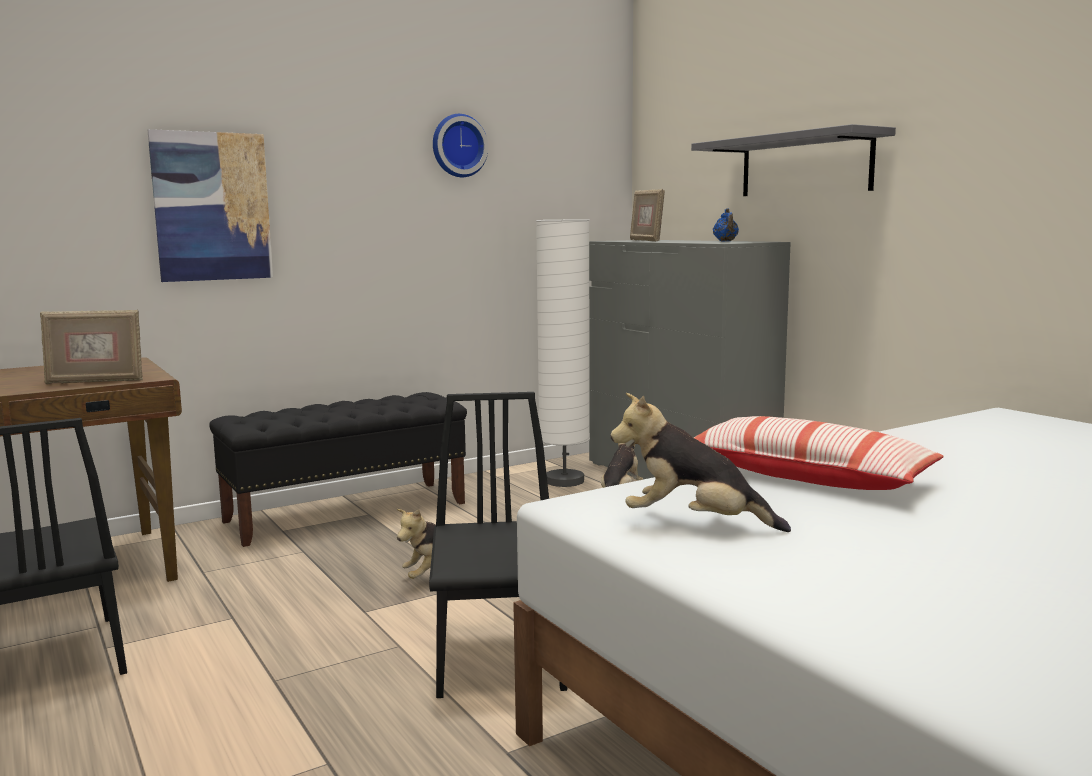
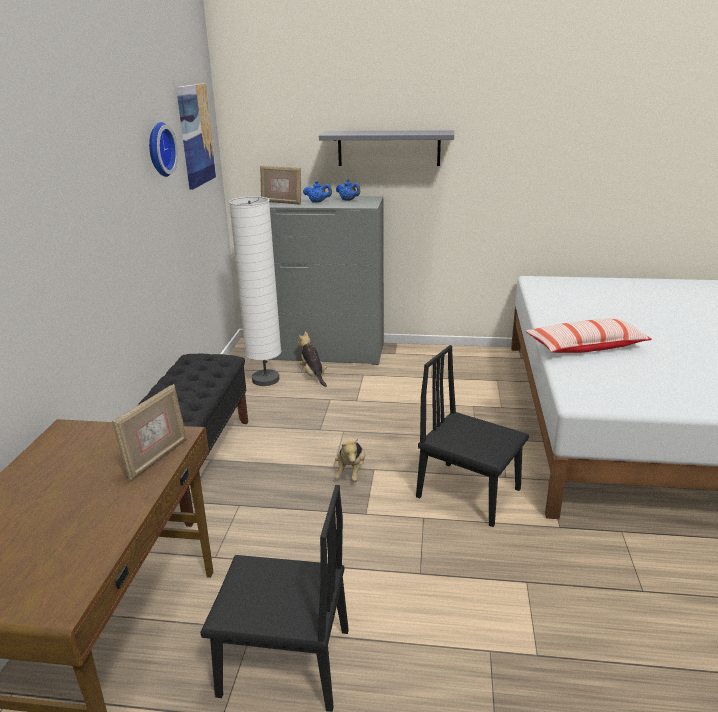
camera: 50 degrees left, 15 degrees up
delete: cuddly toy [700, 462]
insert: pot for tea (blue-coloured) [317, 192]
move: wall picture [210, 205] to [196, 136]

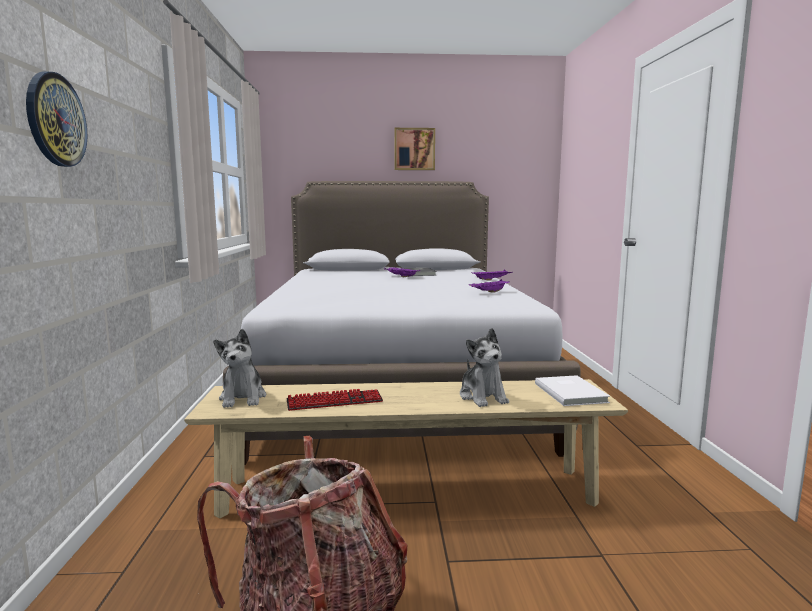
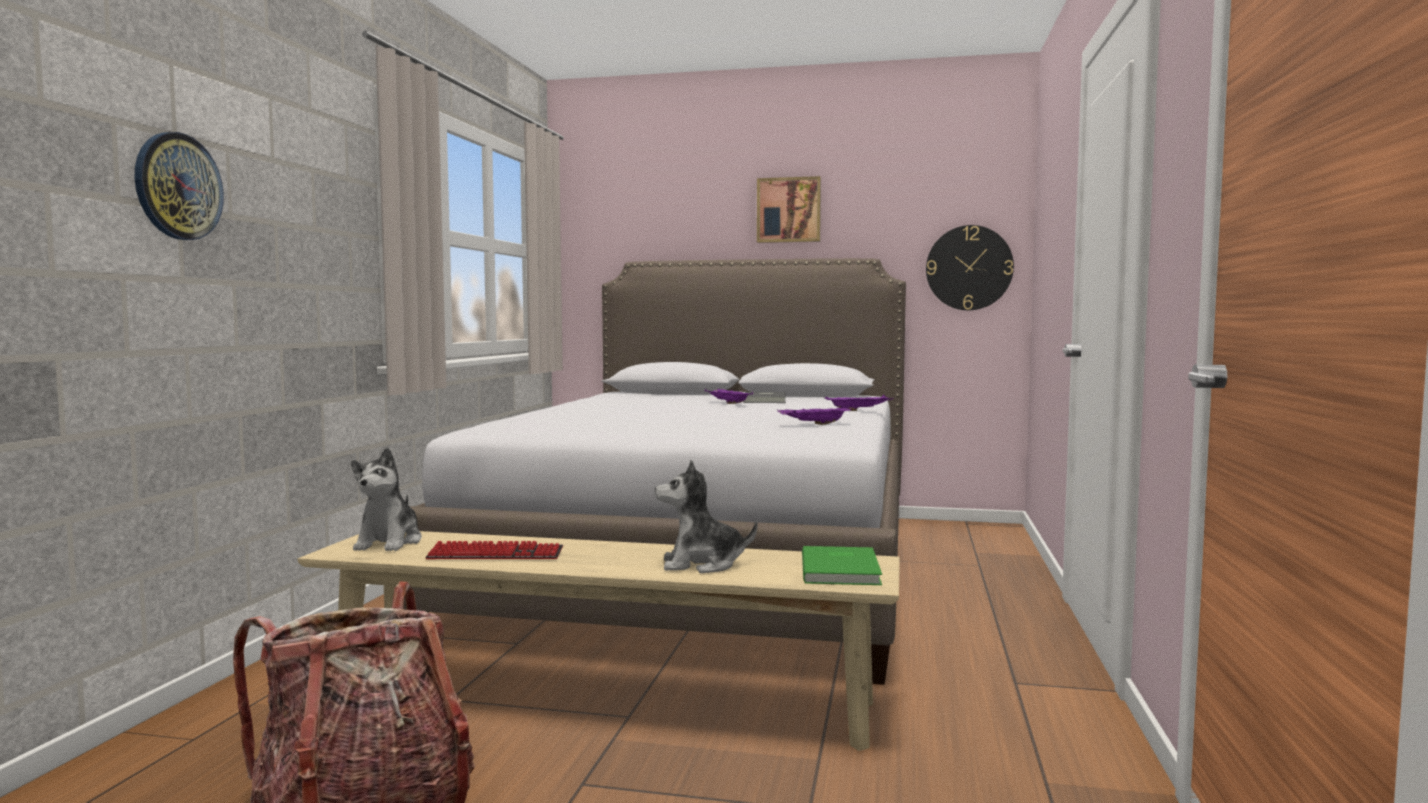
camera: 15 degrees right, 5 degrees down
insert: hanging clock [970, 267]
recolor: book (whitish) [572, 390] to book (green-coloured) [842, 565]
rotate: cuddly toy [484, 367] = [706, 516] 90 degrees clockwise

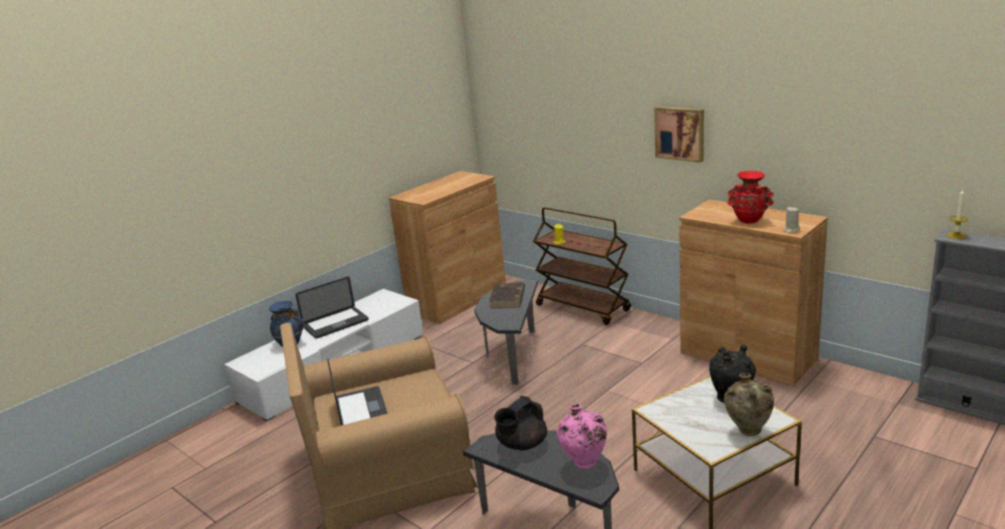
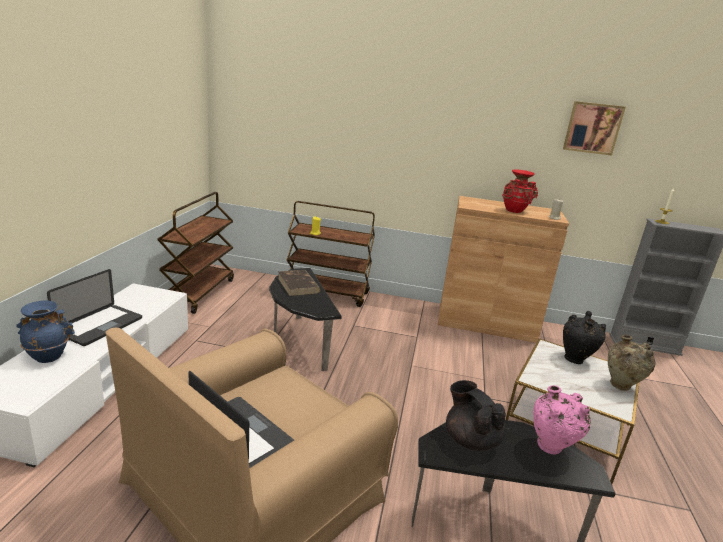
camera: 35 degrees left, 0 degrees up
move: wall picture [679, 134] to [594, 128]
replace: cupboard (brown) [447, 247] to trolley (brown) [195, 253]
rotate: pot for tea (black) [520, 423] = [476, 415] 135 degrees clockwise

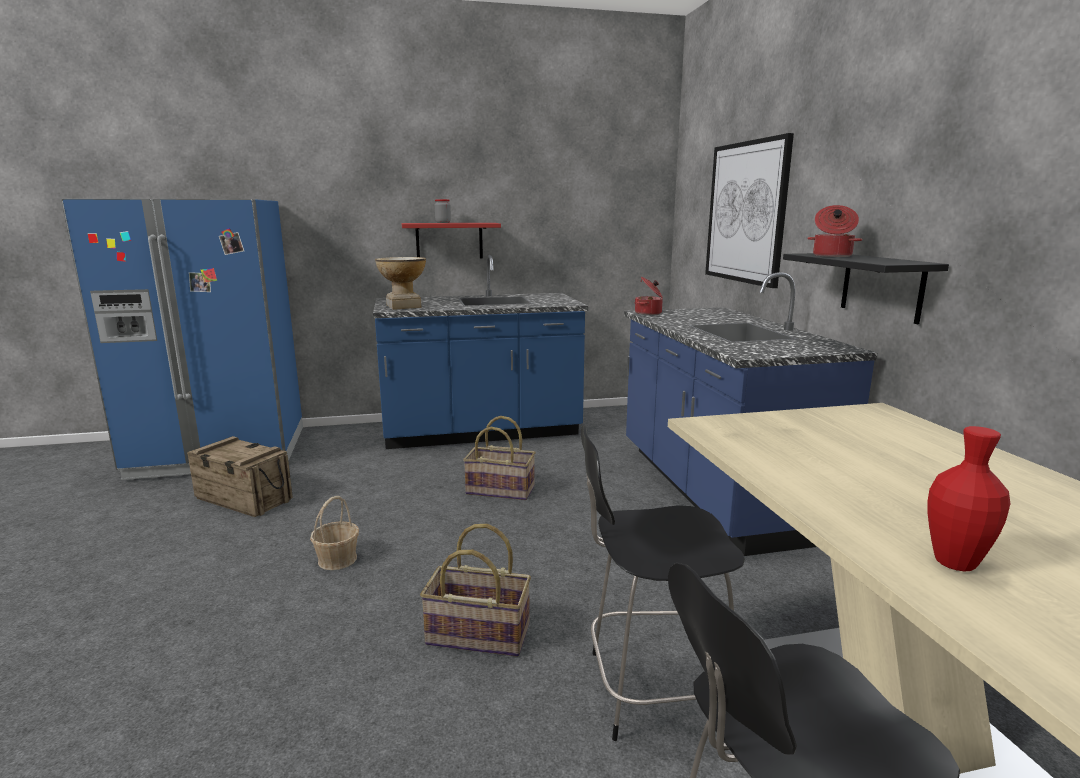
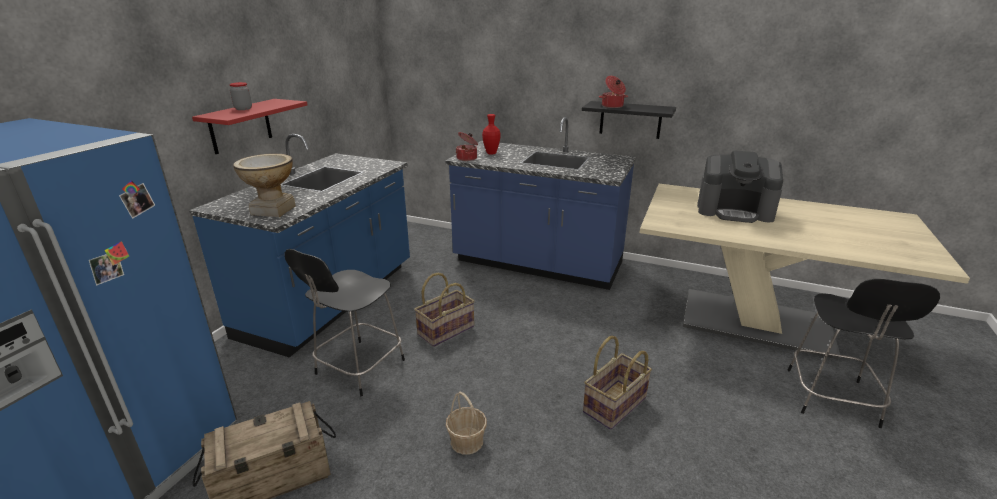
camera: 55 degrees left, 10 degrees up
delete: wall picture [749, 210]
insert: coffee machine [740, 187]
move: upright chair (black) [663, 583] to [344, 322]; decorative vase (reddish) [969, 498] to [491, 134]

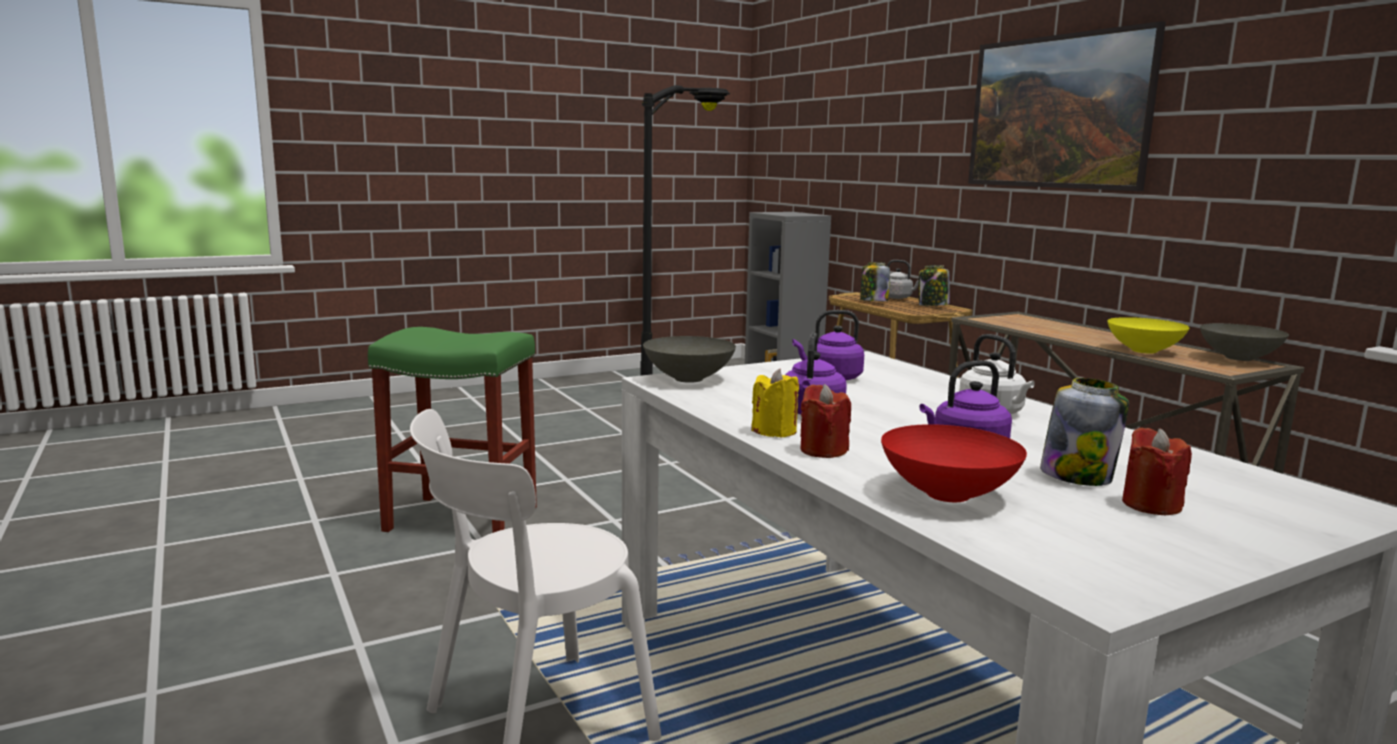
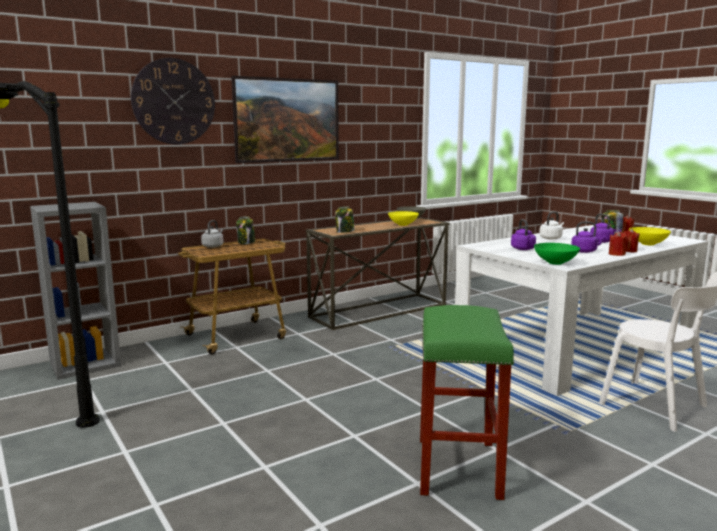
camera: 95 degrees left, 0 degrees up
insert: hanging clock [173, 101]
move: storage jar [875, 281] to [345, 219]
recolor: deep dish (grey) [689, 359] to deep dish (green-coloured) [557, 254]; candle (yellowish) [775, 403] to candle (reddish) [618, 243]; deep dish (reddish) [954, 463] to deep dish (yellowish) [650, 236]

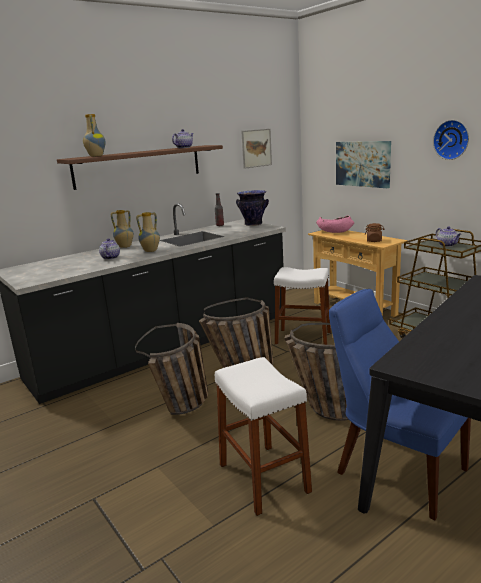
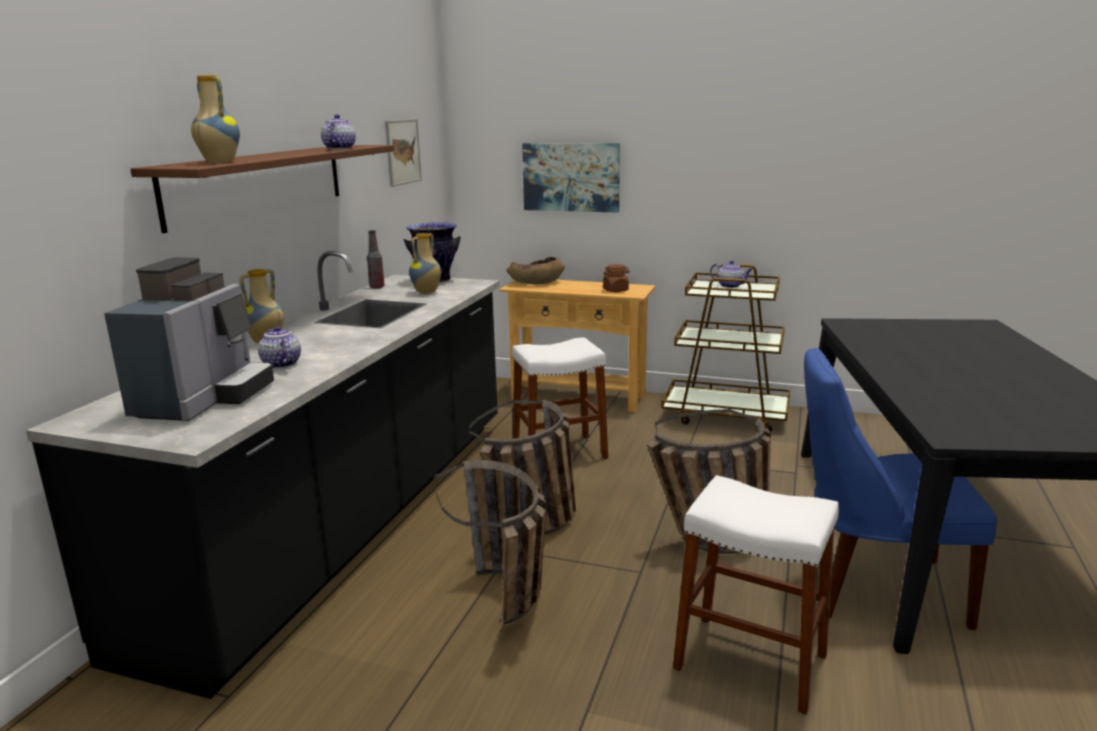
camera: 35 degrees left, 0 degrees up
delete: hanging clock [451, 140]
insert: coffee machine [189, 339]
move: decorative vase [148, 232] to [425, 263]
recolor: deep dish (pink) [335, 224] to deep dish (brown) [535, 271]

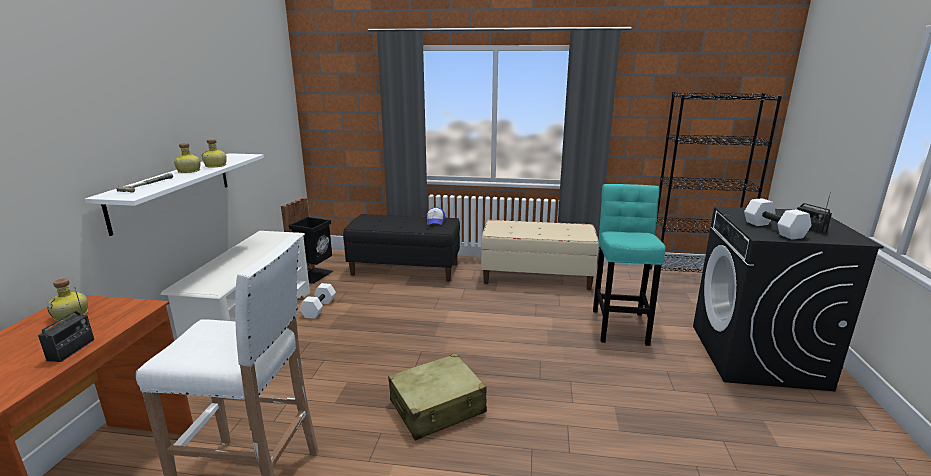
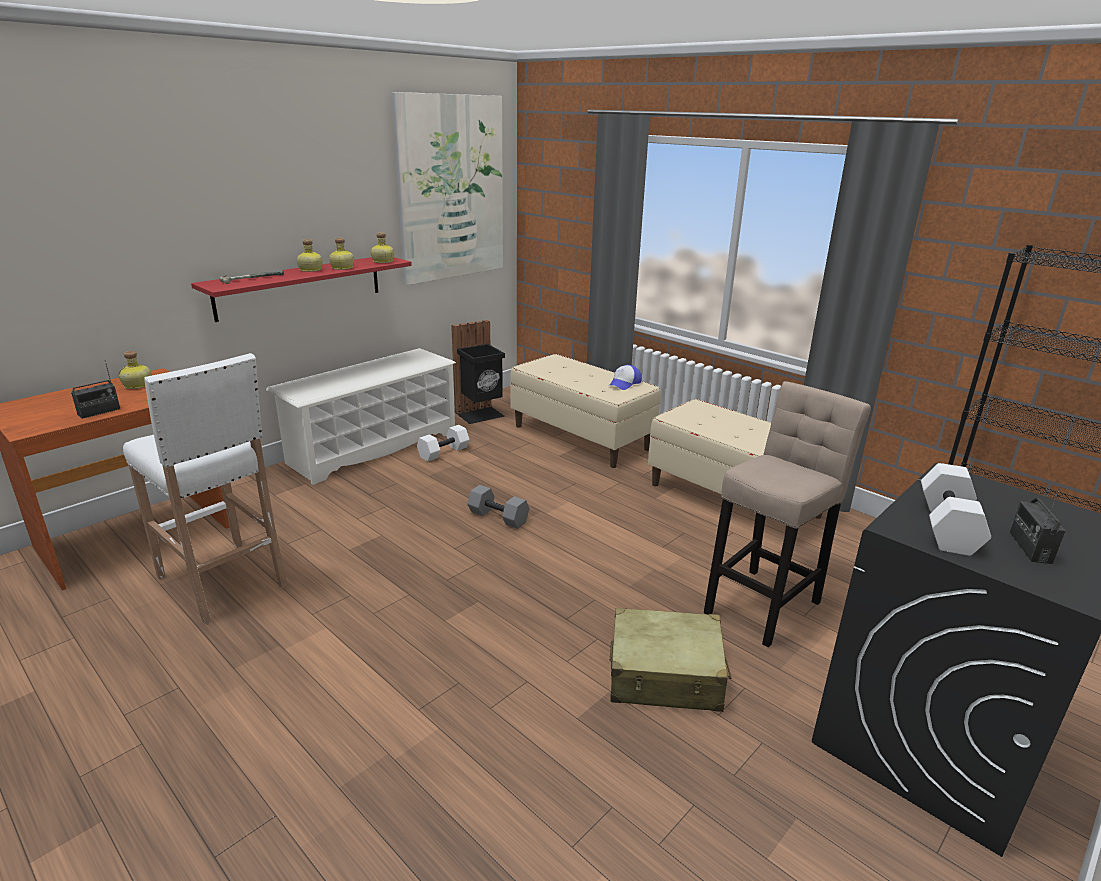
camera: 35 degrees right, 5 degrees up
insert: beverage bottle [382, 248]; wall picture [447, 188]; dumbbell (grey) [498, 507]
move: travel case (sand-coloured) [437, 397] to [671, 660]
recolor: bracket shelf (whitish) [174, 194] to bracket shelf (reddish) [301, 289]; long seat (black) [401, 248] to long seat (sand-coloured) [585, 411]; stool (blue-green) [629, 265] to stool (sand-coloured) [787, 514]

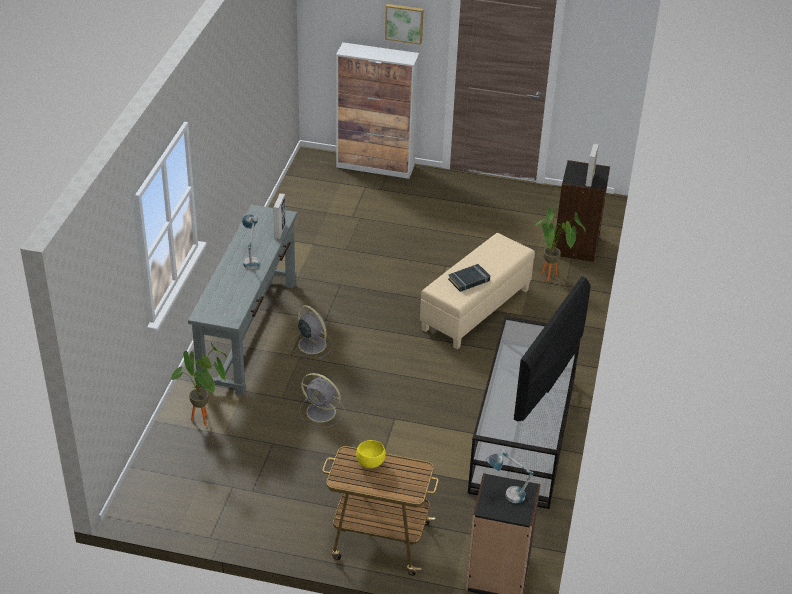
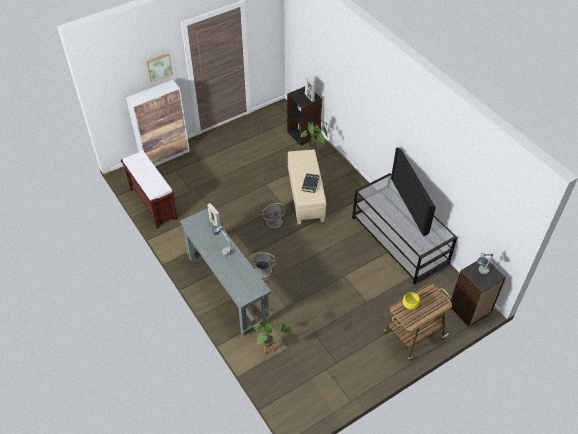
camera: 45 degrees left, 10 degrees up
insert: long seat (brown) [149, 190]
move: cooling fan (grey) [321, 400] to [274, 217]

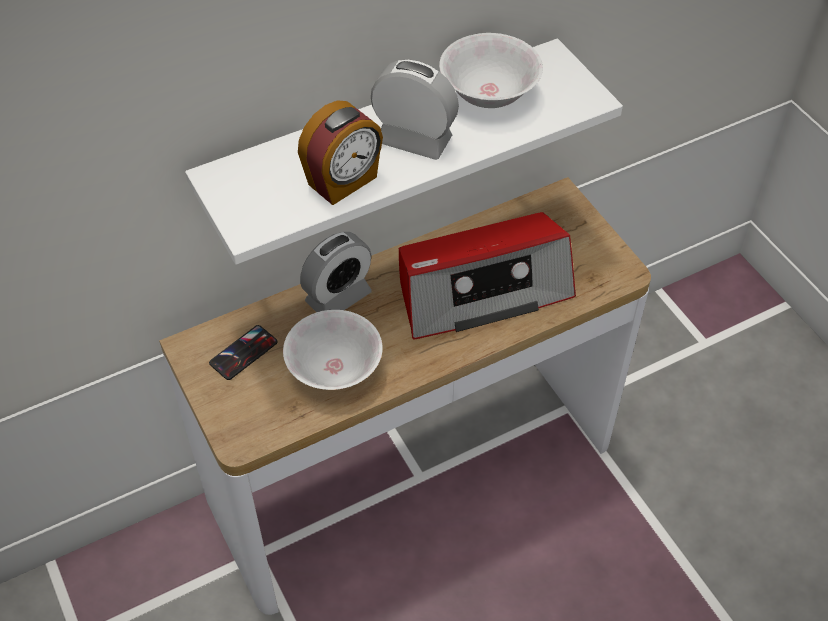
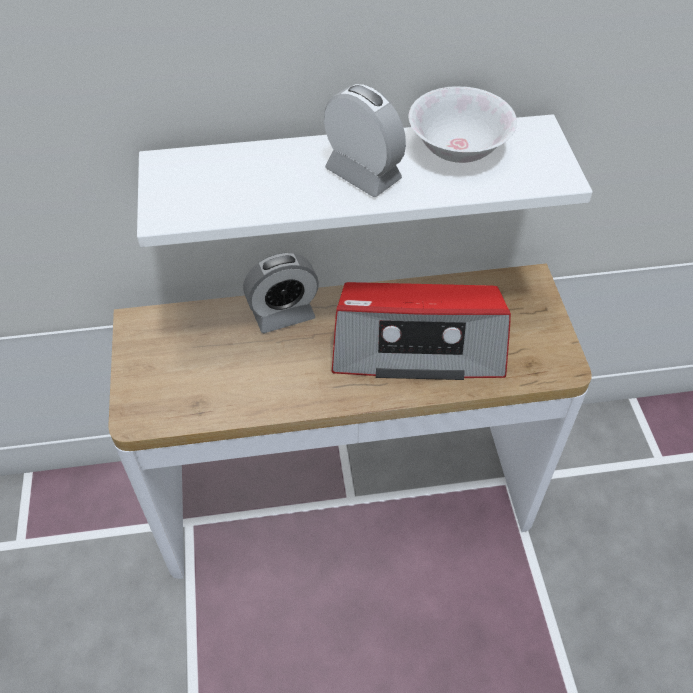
camera: 20 degrees right, 0 degrees up
delete: handset [243, 352]; deep dish (whitish) [333, 350]; table clock [340, 152]

